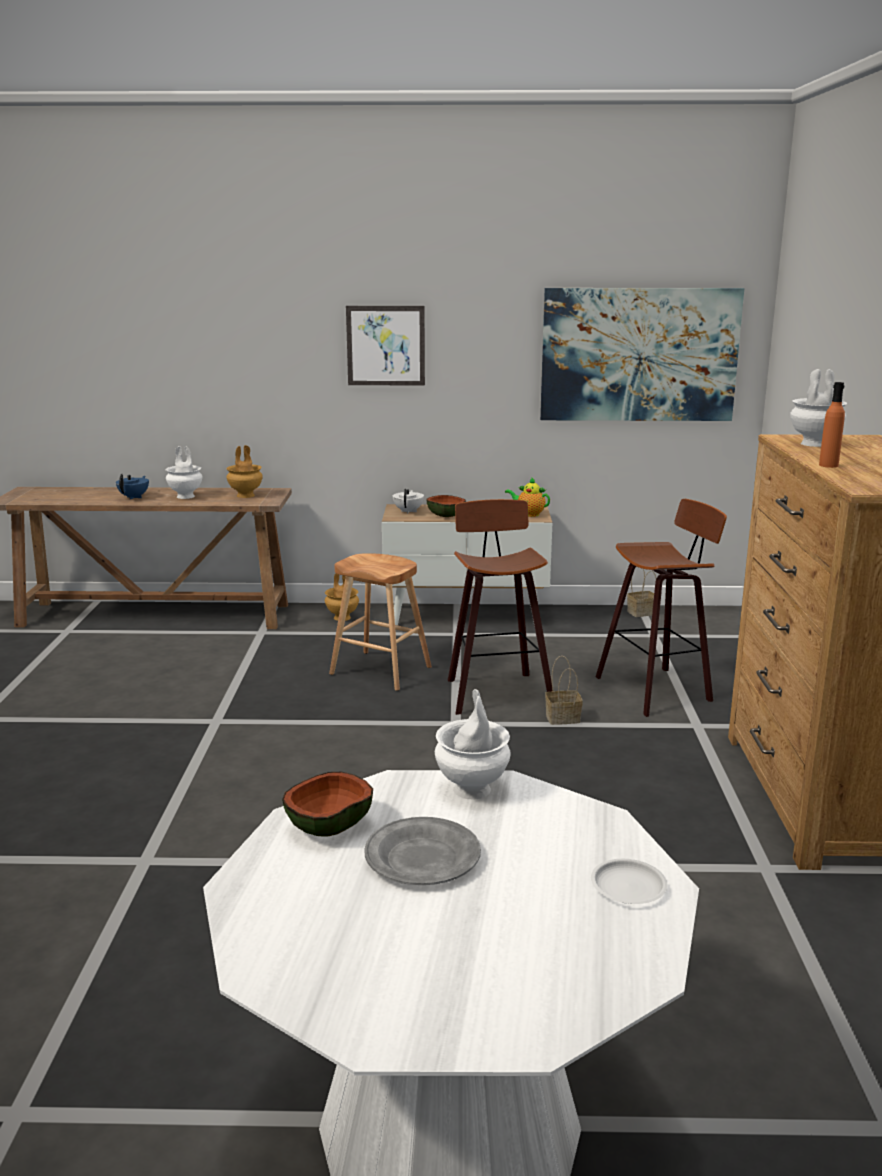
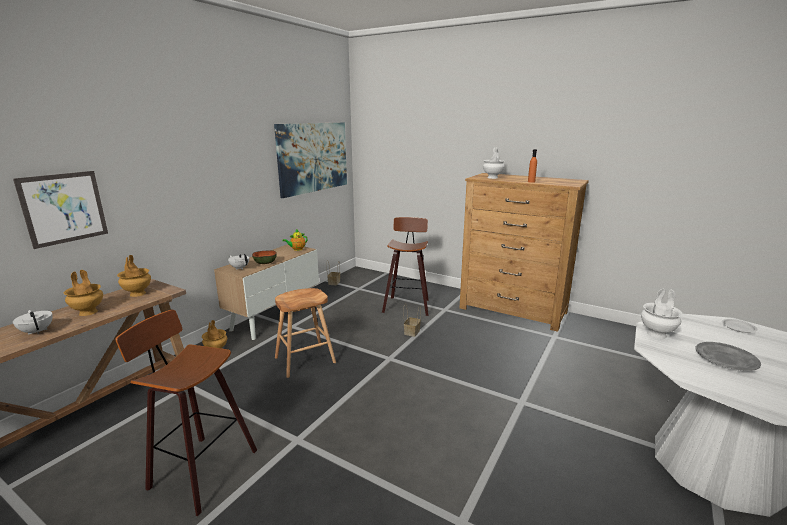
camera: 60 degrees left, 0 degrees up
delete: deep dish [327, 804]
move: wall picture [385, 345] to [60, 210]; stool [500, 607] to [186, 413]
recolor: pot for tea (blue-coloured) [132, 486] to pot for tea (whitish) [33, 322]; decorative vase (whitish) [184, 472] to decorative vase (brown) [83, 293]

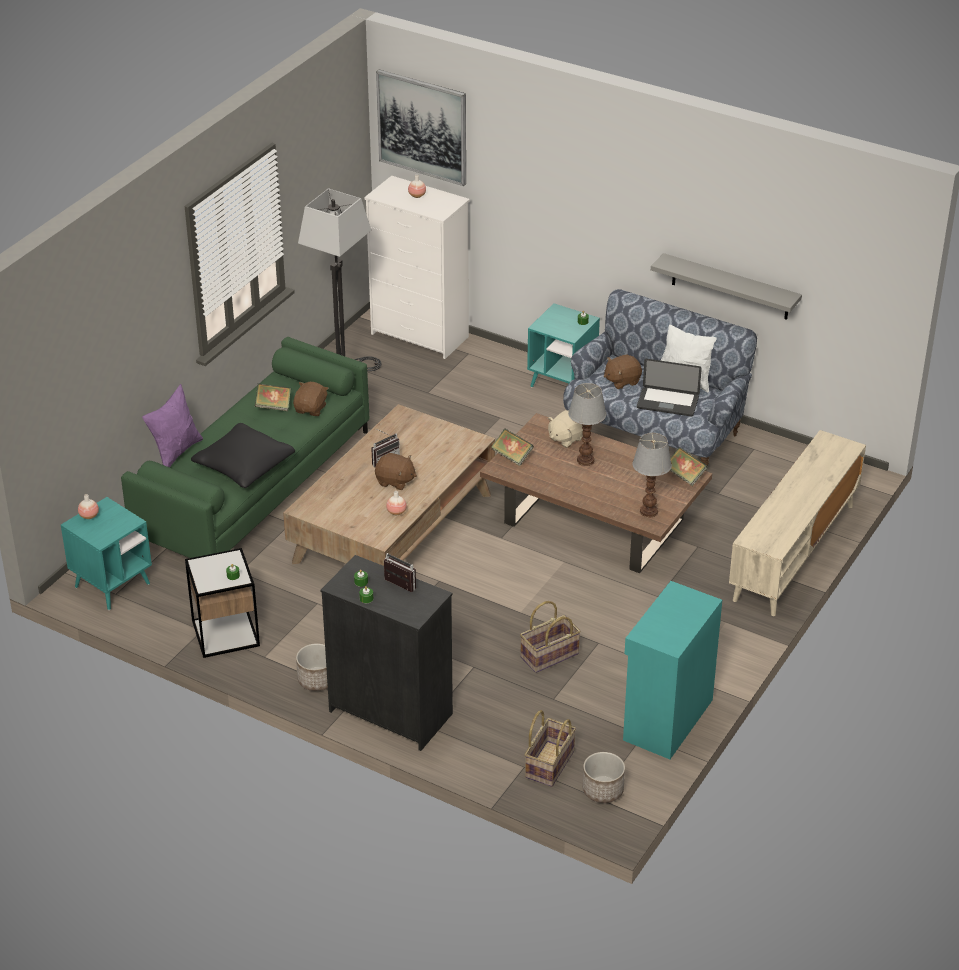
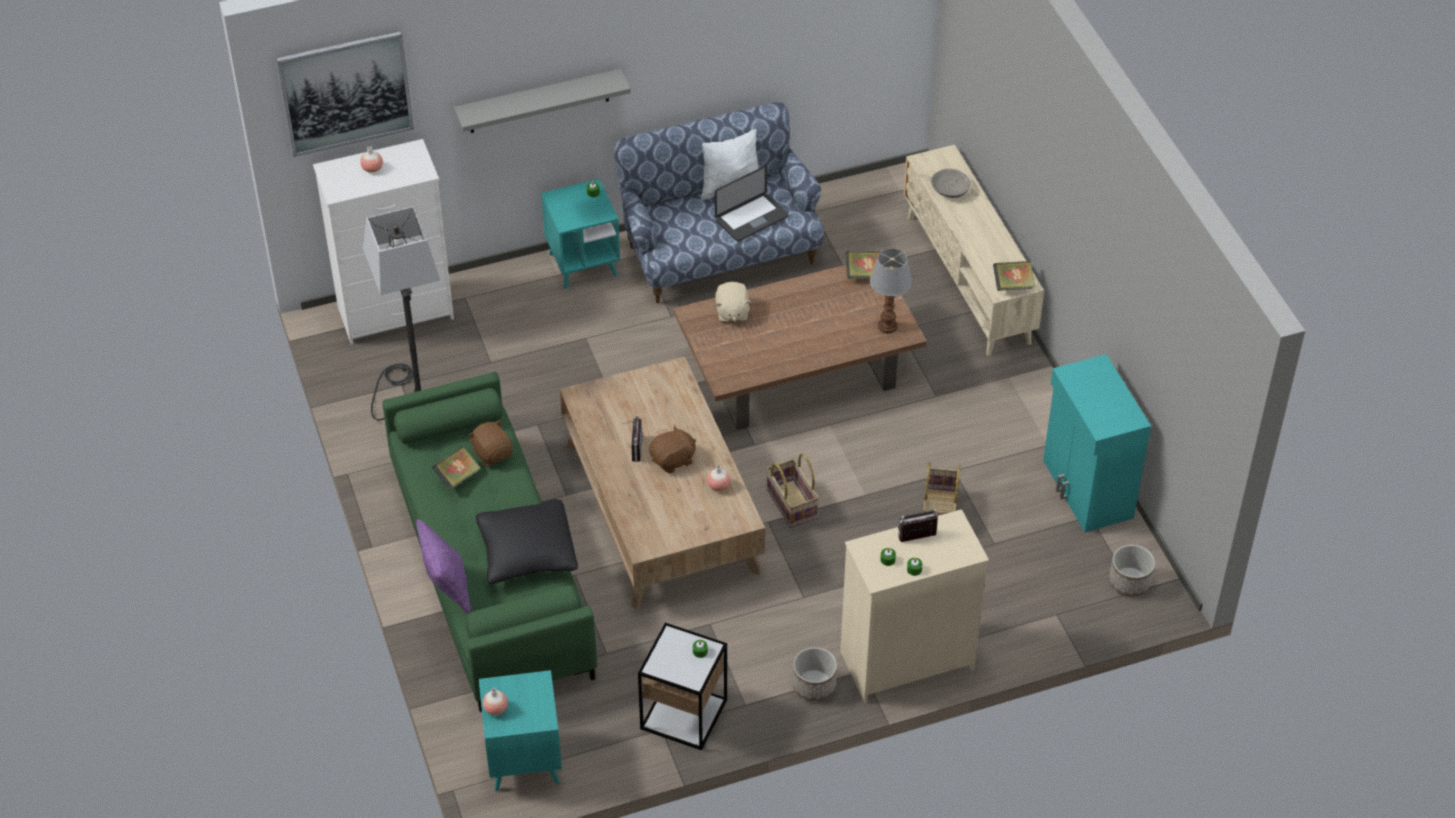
camera: 50 degrees left, 10 degrees up
delete: table lamp [587, 424]; cuddly toy (brown) [623, 371]
insert: deep dish (grey) [951, 183]
move: book [513, 447] to [1014, 276]; household basket [550, 748] to [792, 490]; bracket shelf (grey) [726, 286] to [542, 101]
recolor: dresser (black) [386, 653] to dresser (sand-coloured) [914, 605]

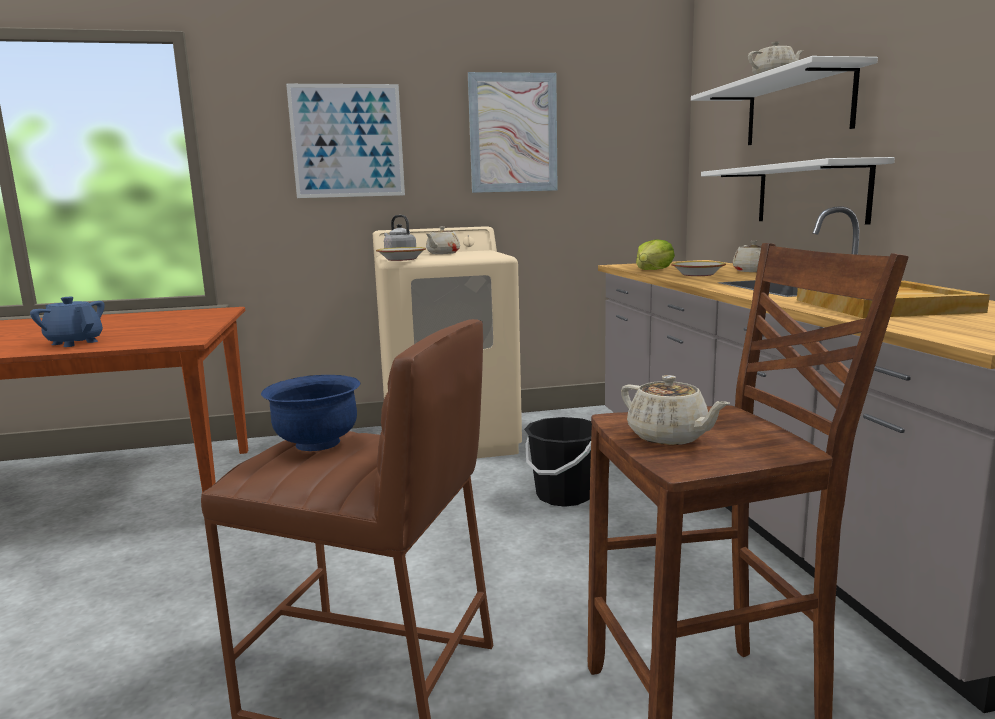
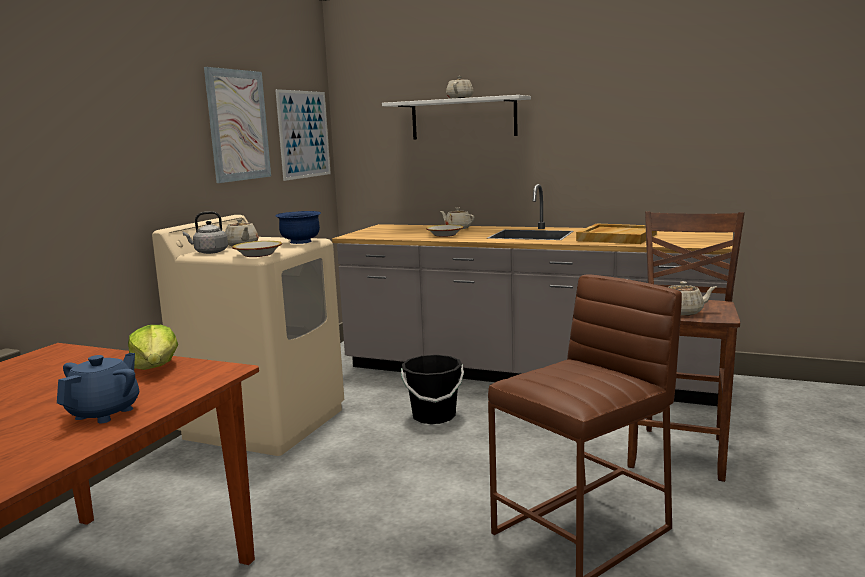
camera: 55 degrees left, 0 degrees up
delete: bracket shelf (whitish) [798, 191]
move: deep dish (blue-coloured) [310, 413] to [298, 227]; wall picture [345, 141] to [303, 135]; head of lettuce [655, 254] to [153, 347]
rotate: pot for tea (blue-coloured) [67, 322] = [98, 388] 135 degrees clockwise

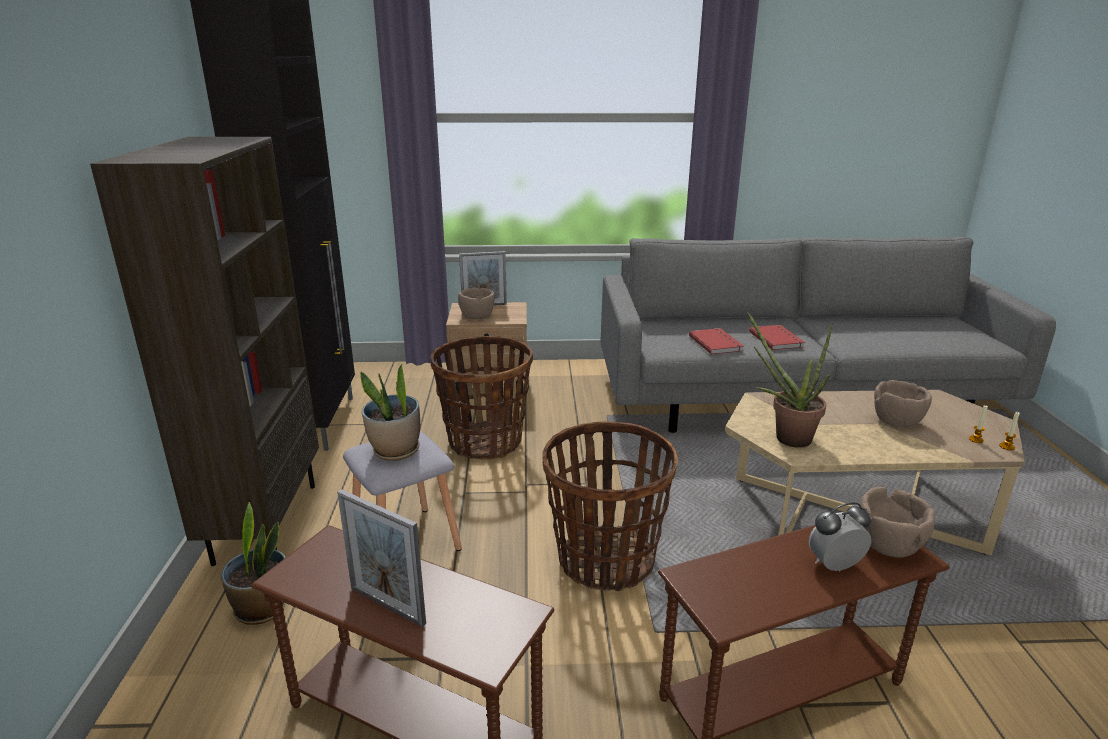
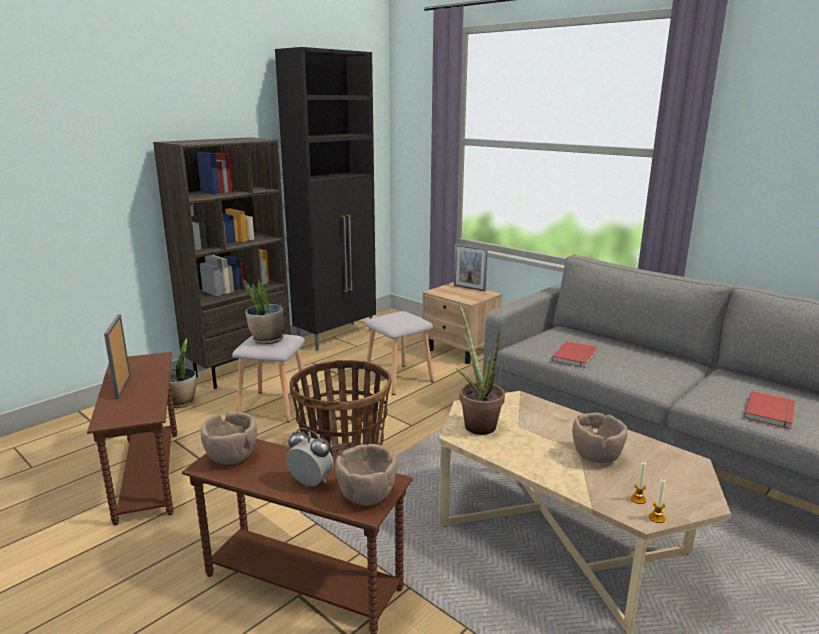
camera: 45 degrees right, 5 degrees down
move: deep dish (brown) [476, 303] to [229, 438]; book (reddish) [777, 337] to [769, 410]
replace: household basket [481, 398] to stool (grey) [399, 353]

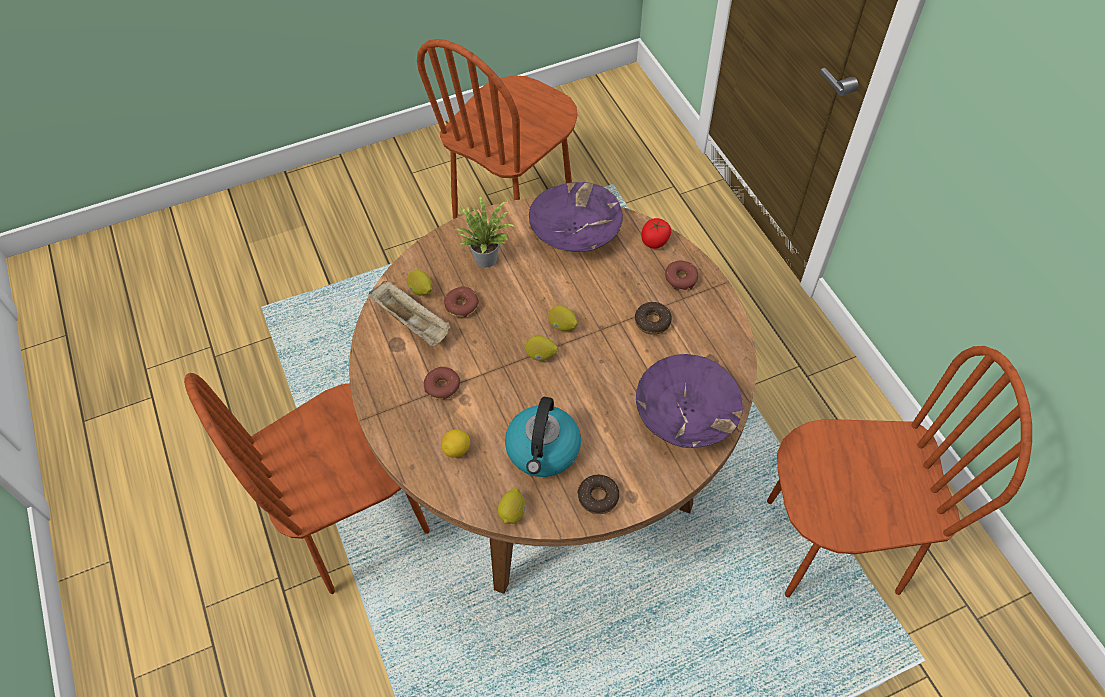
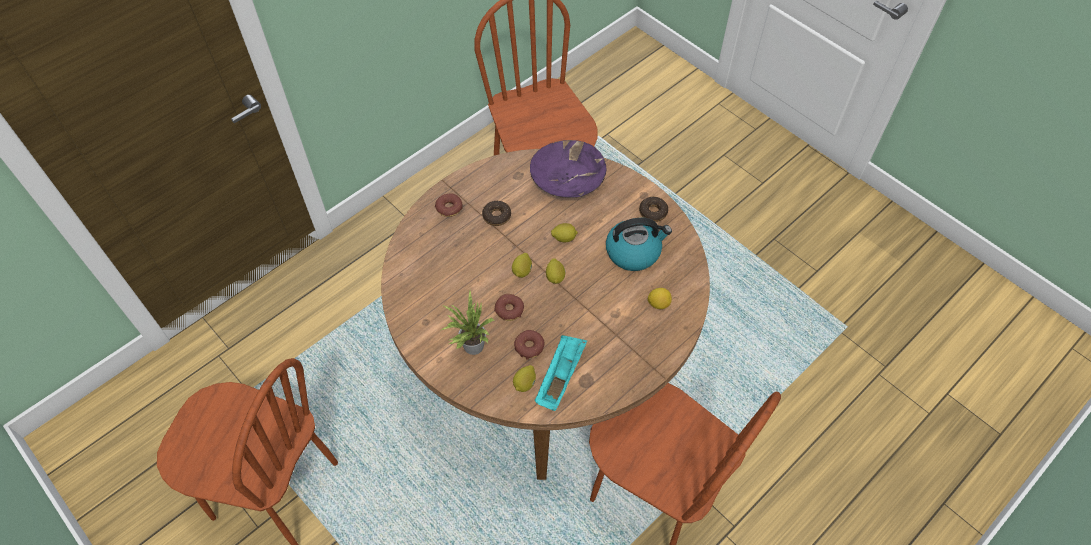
camera: 110 degrees left, 0 degrees up
delete: deep dish (purple-coloured) [576, 217]; whole tomato [656, 233]
move: donut [442, 383] to [509, 307]; whole lemon [511, 506] to [564, 232]
recolor: carrying tray (sand-coloured) [410, 314] to carrying tray (blue-green) [561, 373]

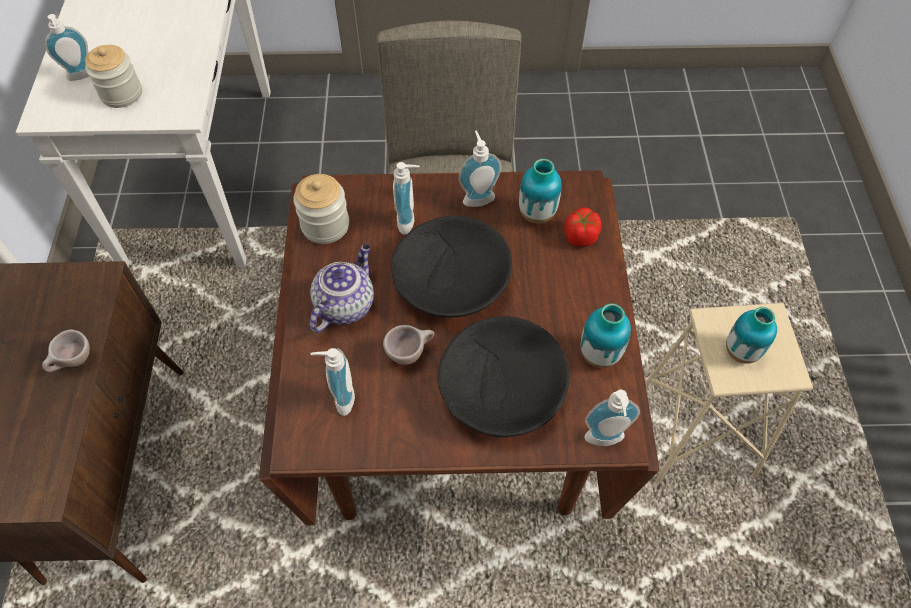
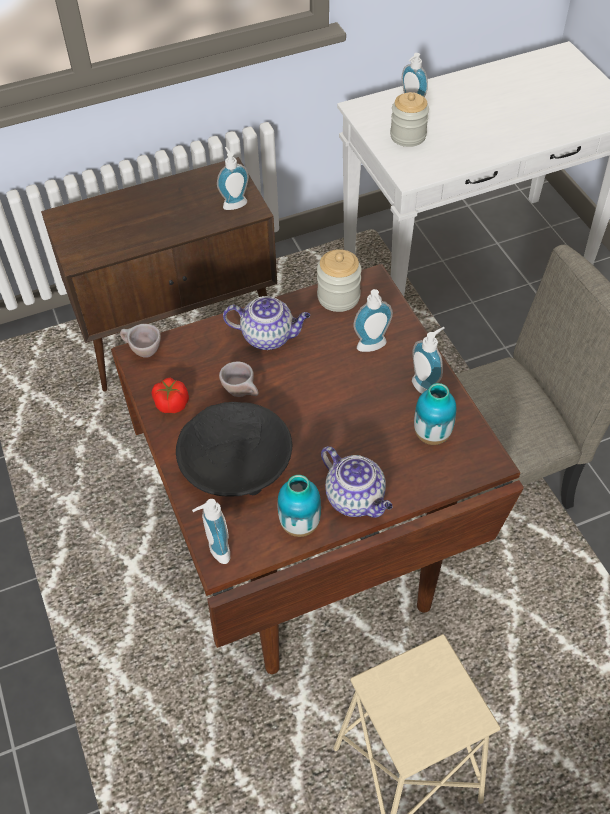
camera: 70 degrees right, 5 degrees down
delete: deep dish (black) [451, 266]; decorative vase [751, 335]
insert: pot for tea [357, 482]
move: drinking cup (sand-coloured) [66, 350] to [140, 341]; soap bottle [332, 382] to [233, 178]; whole tomato [582, 226] to [170, 395]

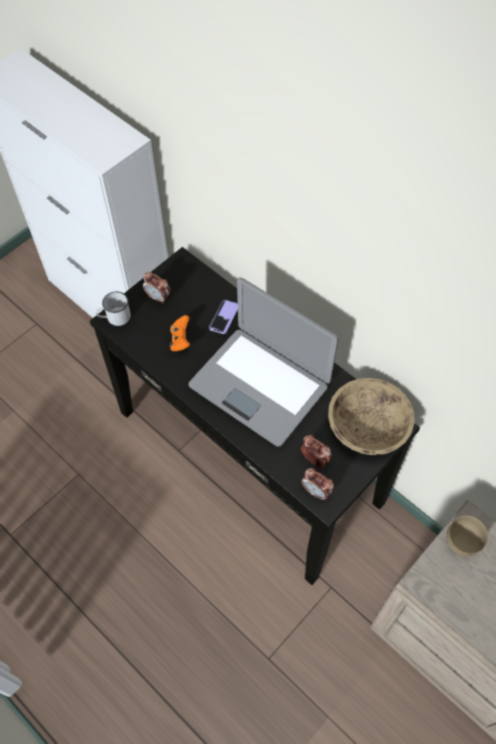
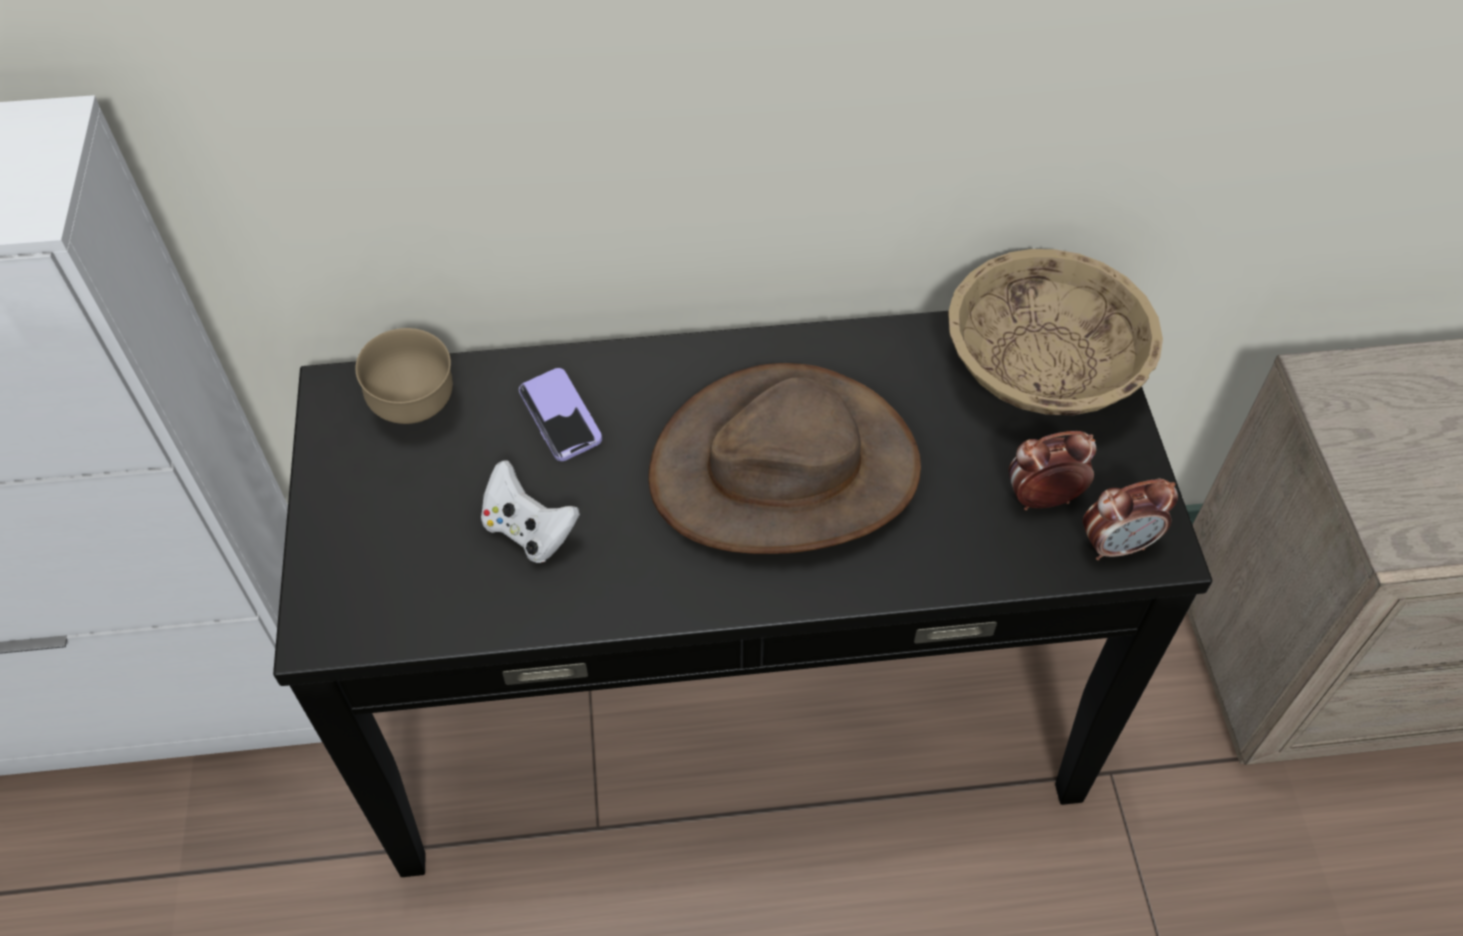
camera: 50 degrees left, 5 degrees down
delete: mug (whitish) [113, 308]; table clock [157, 287]
move: deep dish (brown) [467, 535] to [404, 376]
replace: notebook computer [263, 362] to clothing hat (brown) [785, 458]
recolor: gamepad (orangey) [179, 333] to gamepad (whitish) [530, 511]

